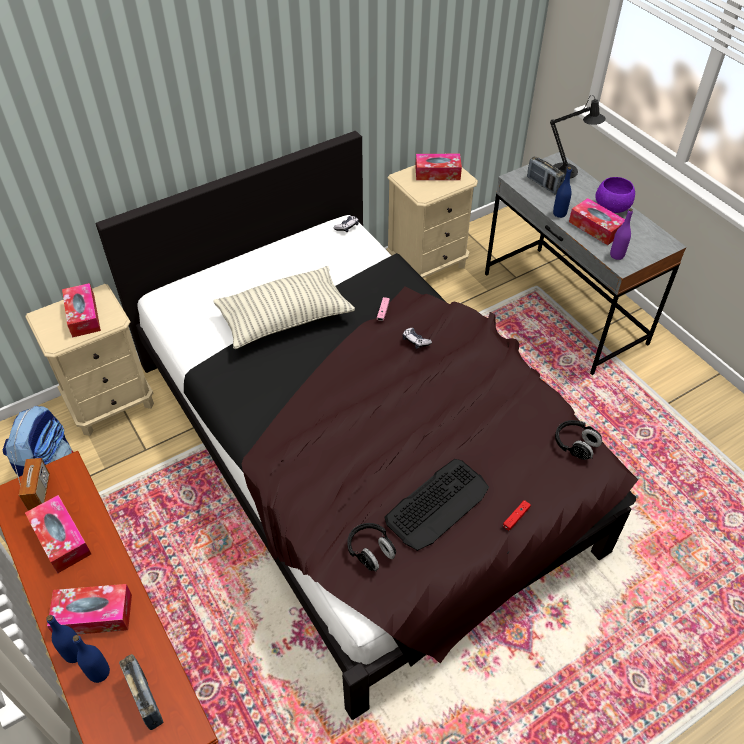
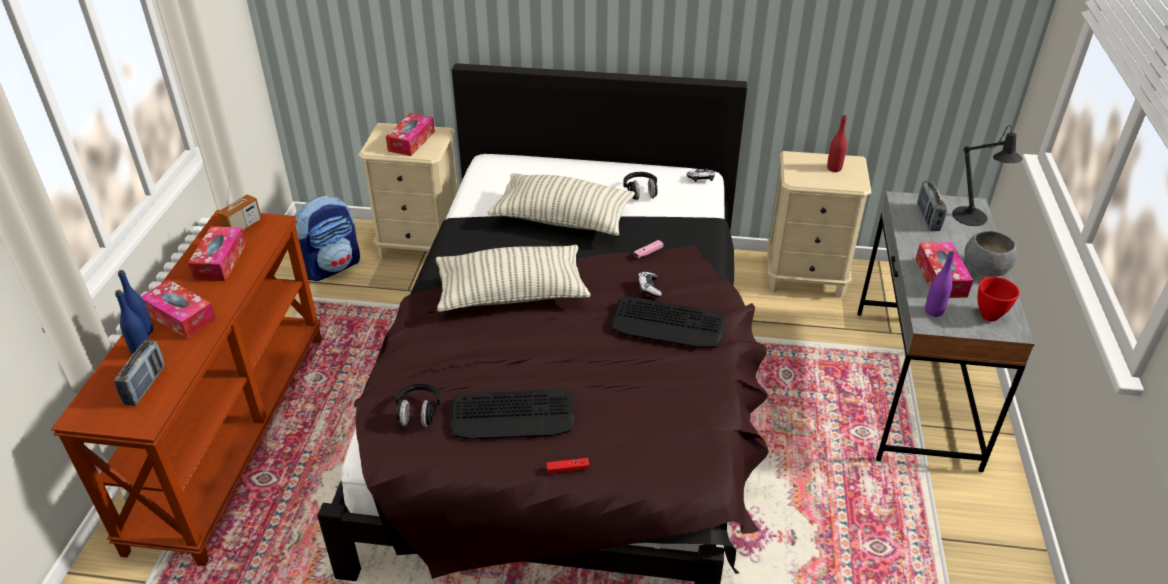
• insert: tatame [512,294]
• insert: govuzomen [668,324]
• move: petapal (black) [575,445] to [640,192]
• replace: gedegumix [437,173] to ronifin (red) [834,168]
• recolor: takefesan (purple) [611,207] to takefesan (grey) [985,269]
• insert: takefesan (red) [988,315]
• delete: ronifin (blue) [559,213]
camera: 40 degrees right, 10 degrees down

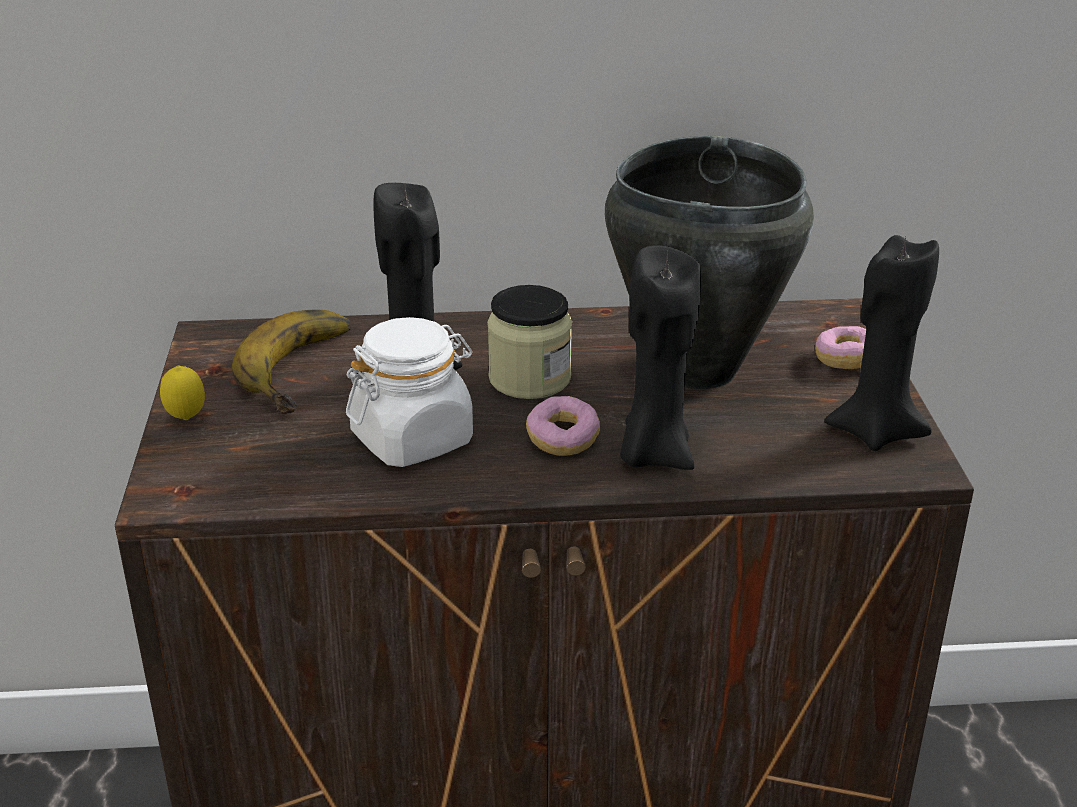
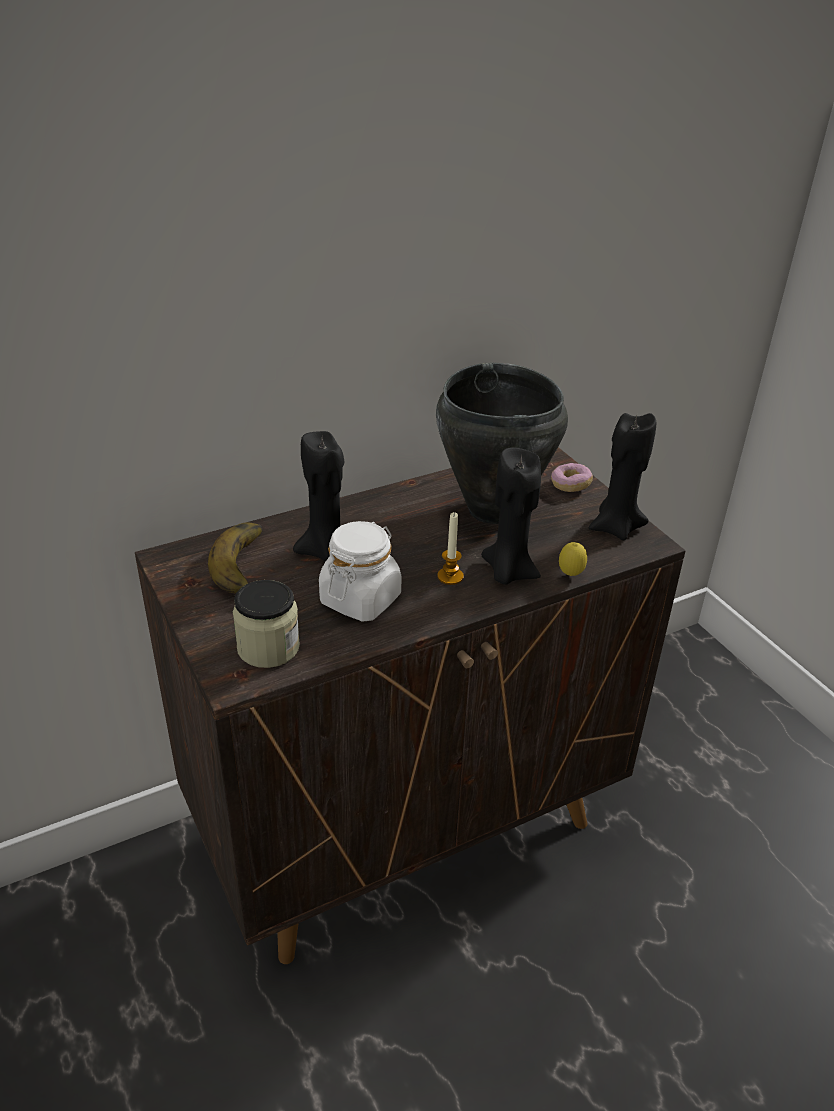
• move: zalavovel [529,379] to [268,647]
• replace: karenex [562,440] to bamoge [450,576]
• move: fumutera [186,419] to [570,575]
camera: 25 degrees left, 5 degrees up

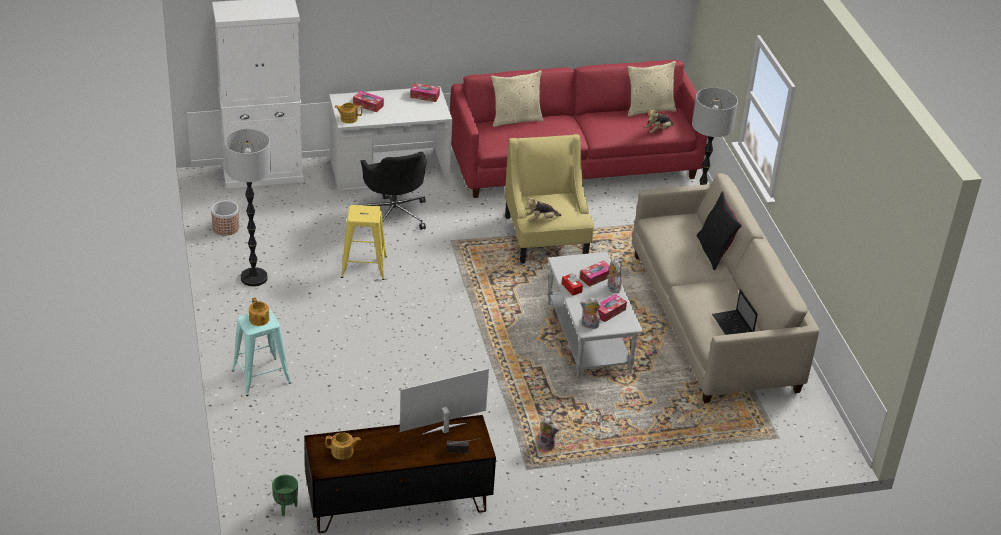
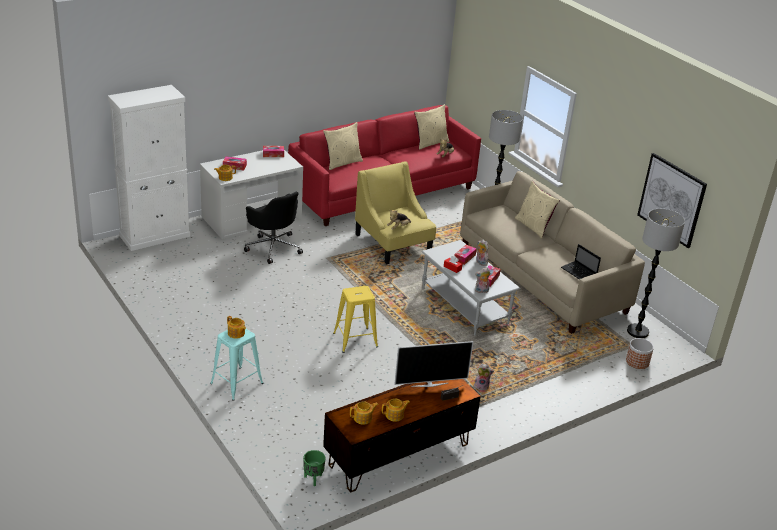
• move: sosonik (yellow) [364,267] to [355,340]
• insert: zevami [395,415]
• rotate: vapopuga [444,429] = [430,384] 150 degrees counterclockwise
• recolor: tatame (black) [714,252] to tatame (beige) [533,227]
• move: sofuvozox [225,228] to [637,362]
• move: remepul [254,278] to [638,331]
• insert: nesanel [671,200]
camera: 20 degrees left, 5 degrees down

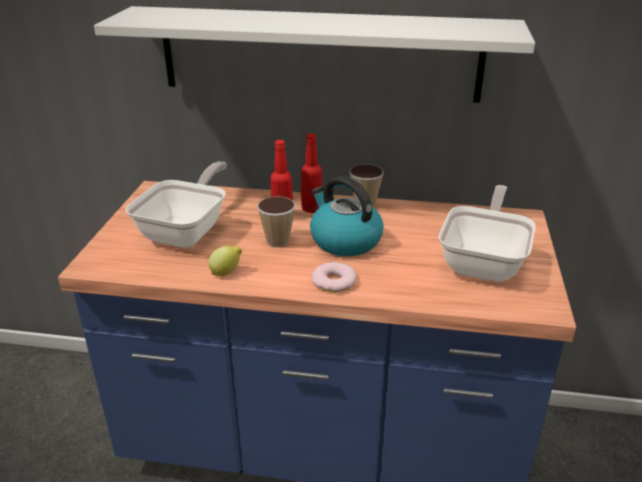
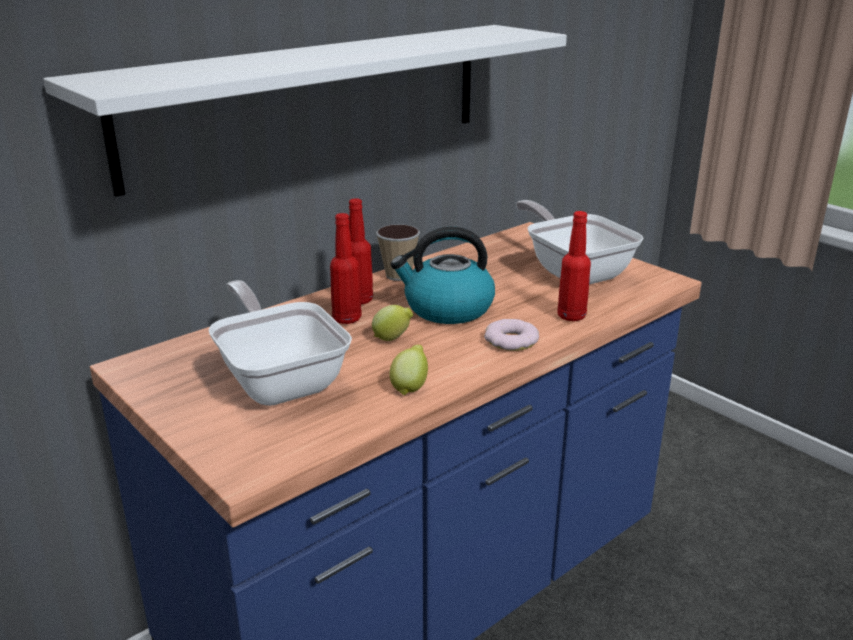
• replace: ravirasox [277,241] to fumutera [393,339]
• insert: ronifin (red) [571,316]
camera: 50 degrees left, 5 degrees down

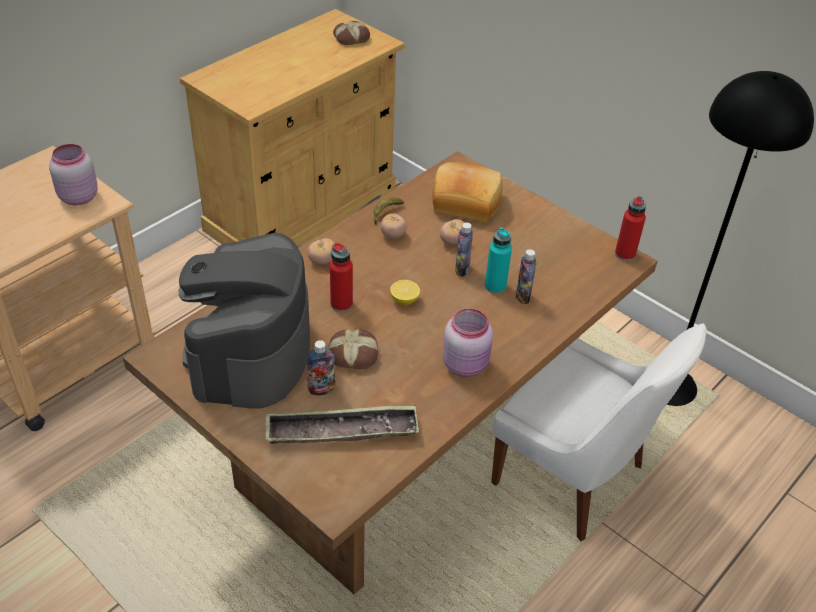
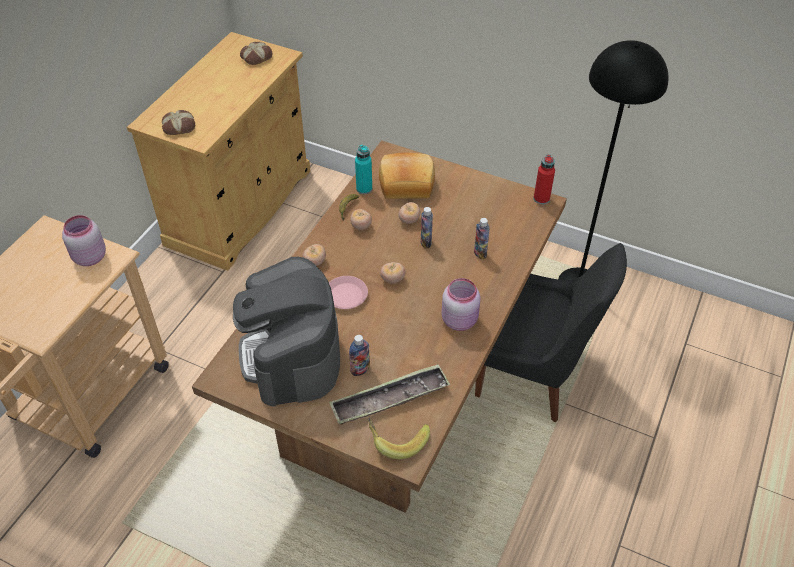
• move: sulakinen [353,353] to [179,126]
• replace: ronifin (red) [341,304] to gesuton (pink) [345,295]
• move: ronifin (turquoise) [495,286] to [364,189]
• insert: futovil [397,439]
• replace: fumutera [404,300] to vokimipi [392,279]
• recolor: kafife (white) [573,478] to kafife (black) [533,375]
camera: 15 degrees left, 5 degrees up

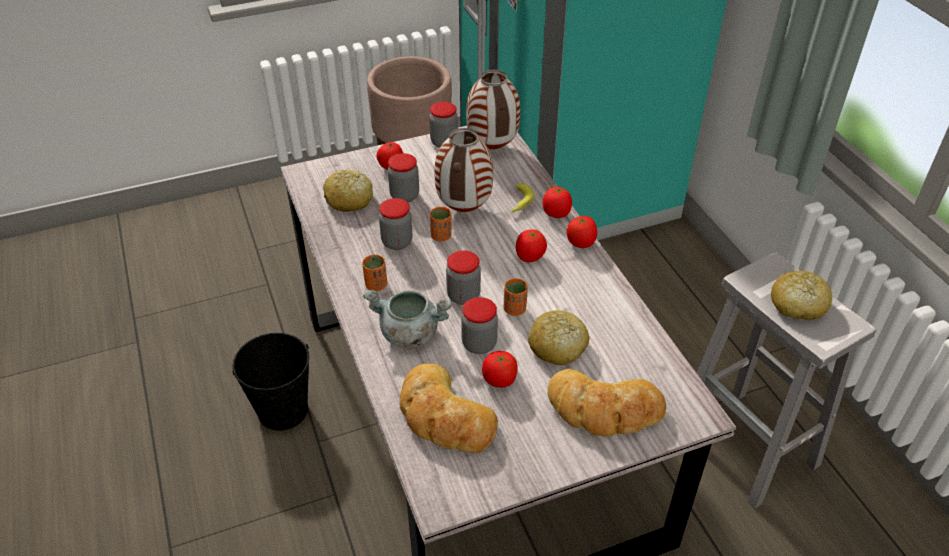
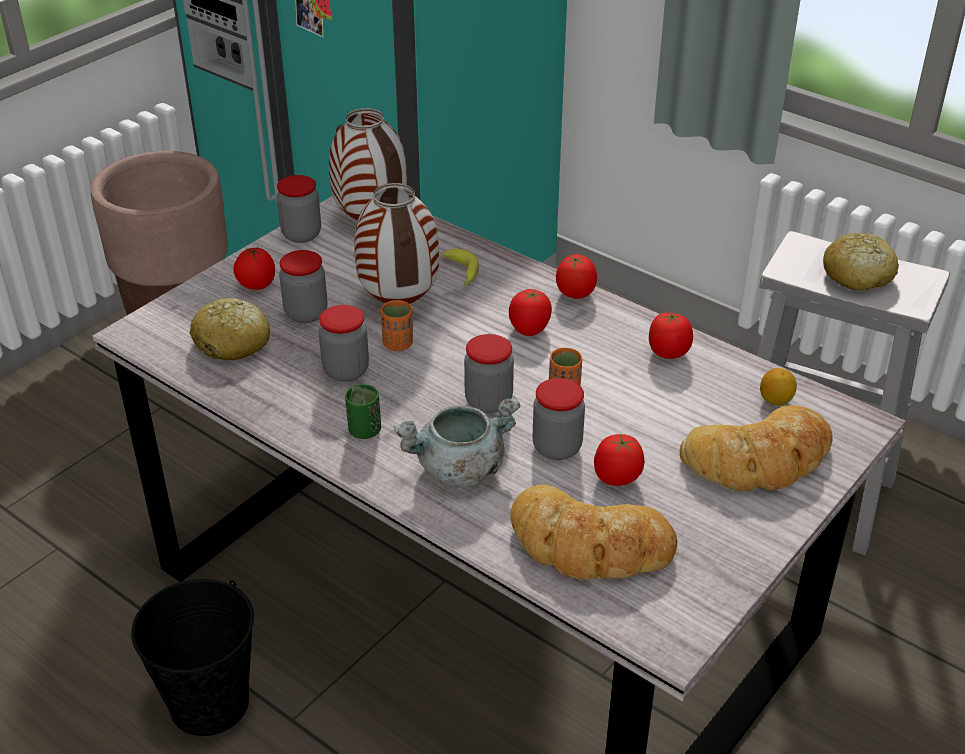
• recolor: ravirasox (orange) [376,285] to ravirasox (green) [364,431]
• move: vokimipi [556,213] to [669,352]
• insert: fumutera [775,400]
• delete: sulakinen [557,346]
camera: 30 degrees left, 5 degrees down

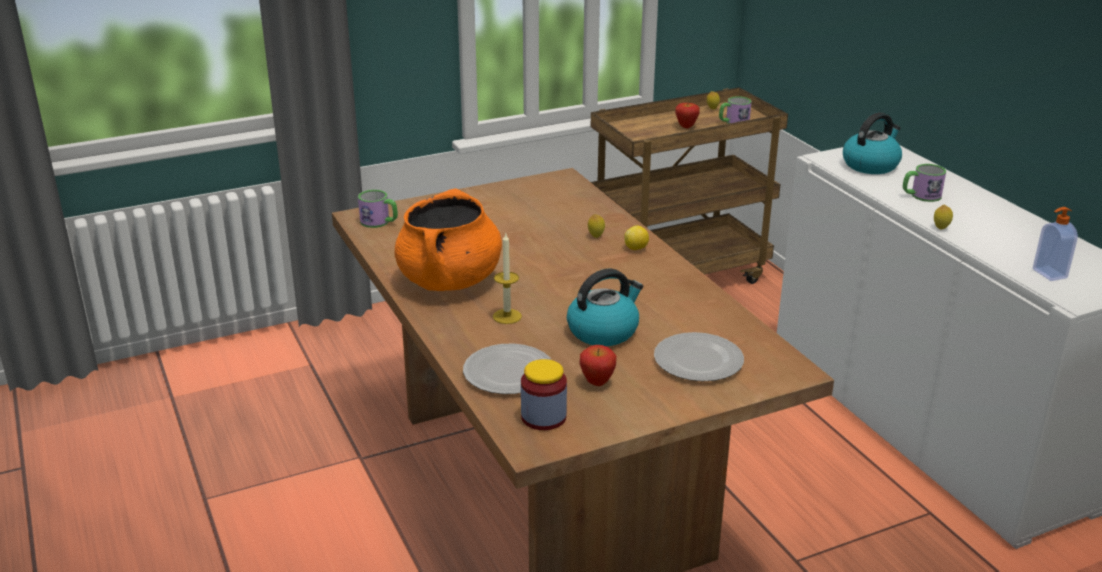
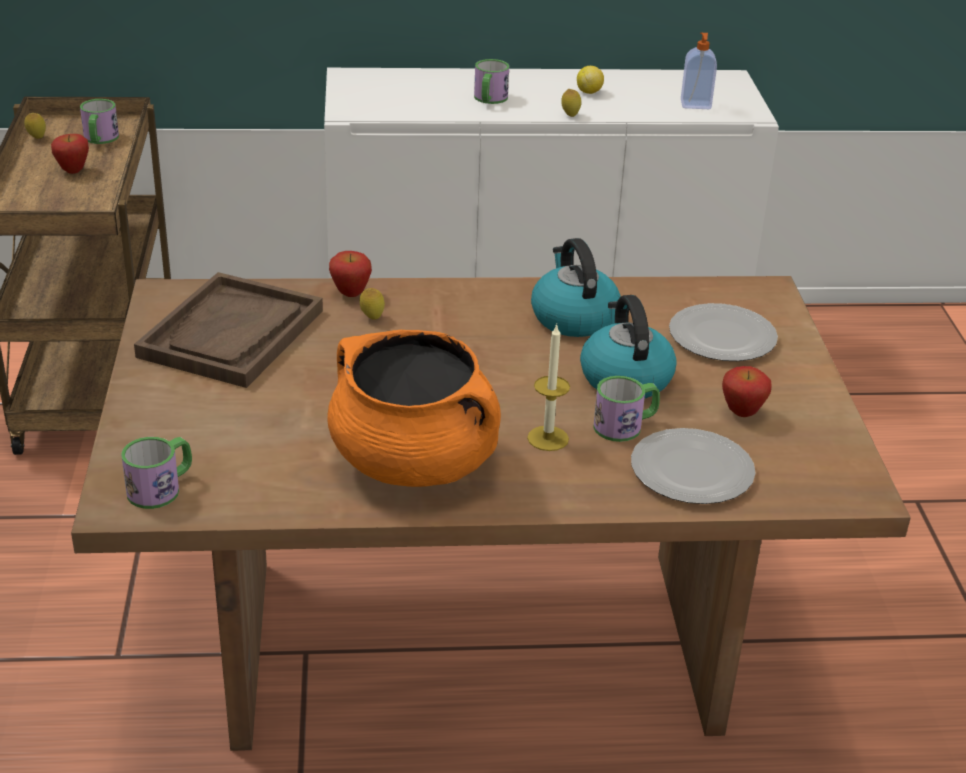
• insert: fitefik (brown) [232,334]
• insert: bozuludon [350,294]
• move: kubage [870,165] to [573,317]
• move: fumutera [636,248] to [589,92]
• insert: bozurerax [625,425]
• delete: zalavovel [543,417]
camera: 70 degrees left, 5 degrees up

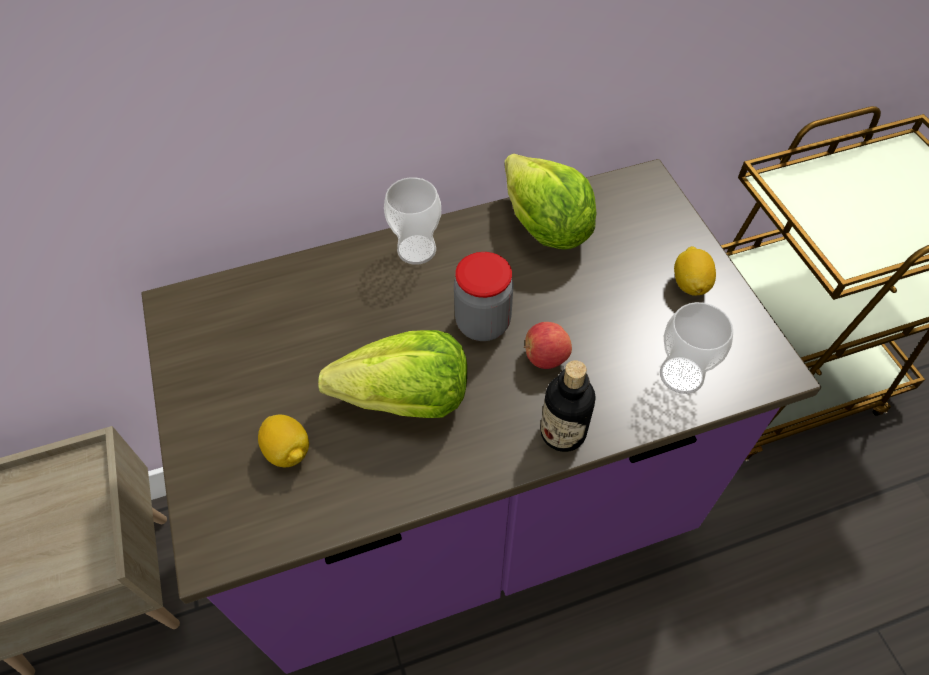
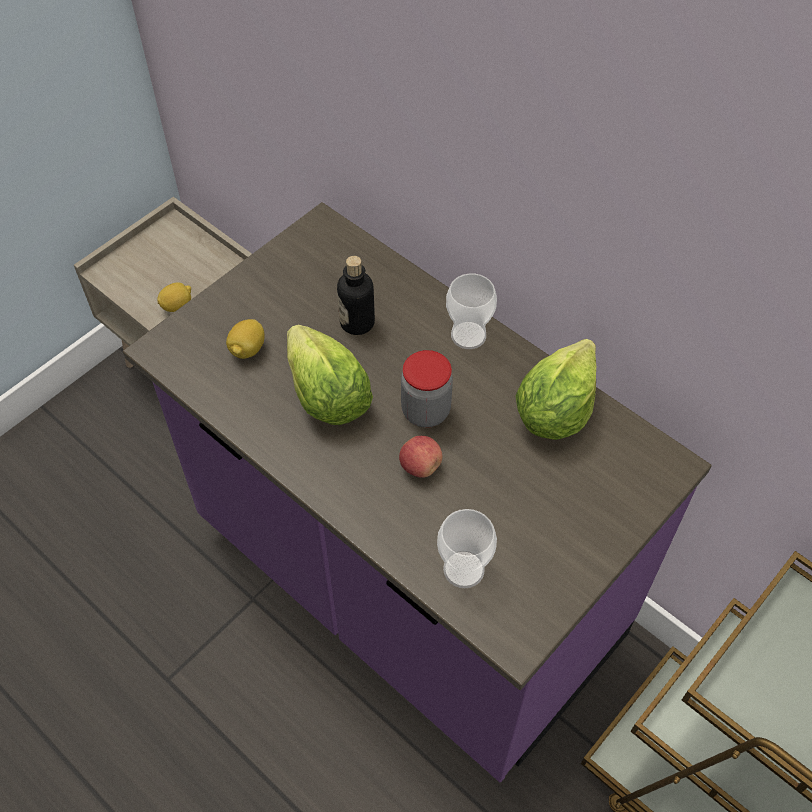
• move: fumutera [690,284] to [177,305]
• move: ronifin [563,432] to [357,323]
camera: 60 degrees right, 0 degrees up

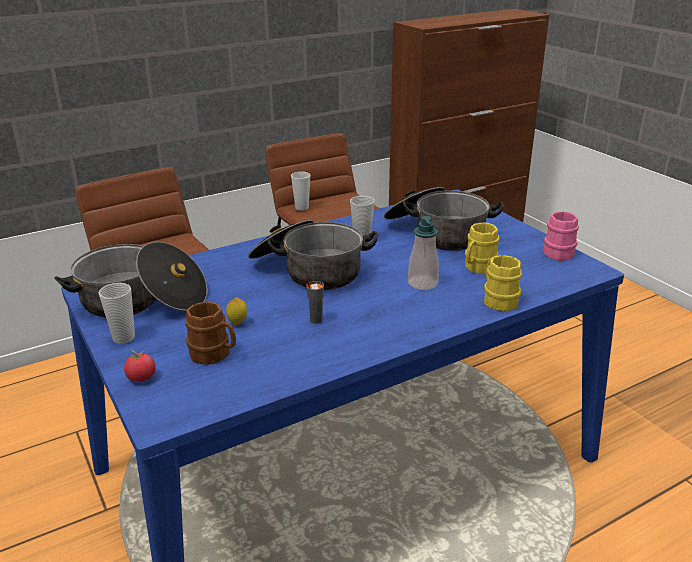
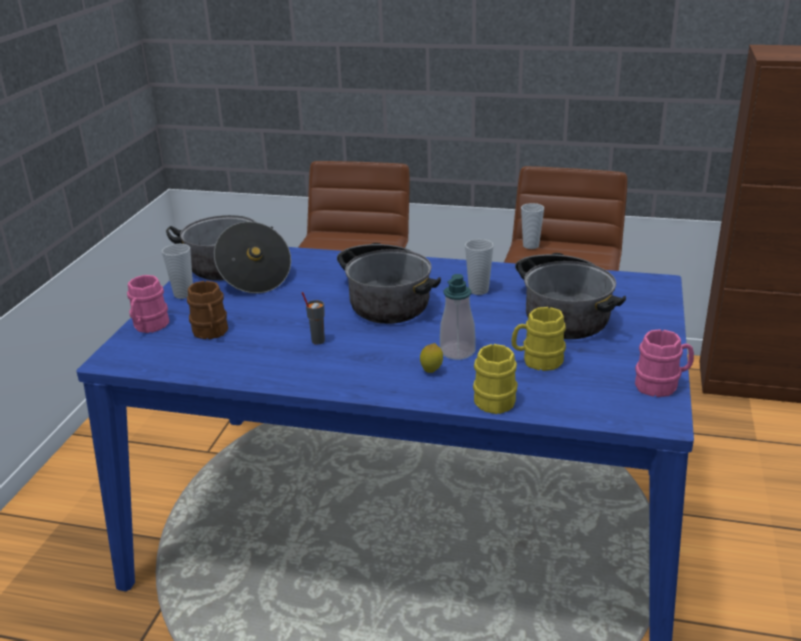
• replace: vokimipi [141,378] to bozurerax (pink) [148,326]
• move: fumutera [238,323] to [431,371]
camera: 45 degrees right, 0 degrees up

